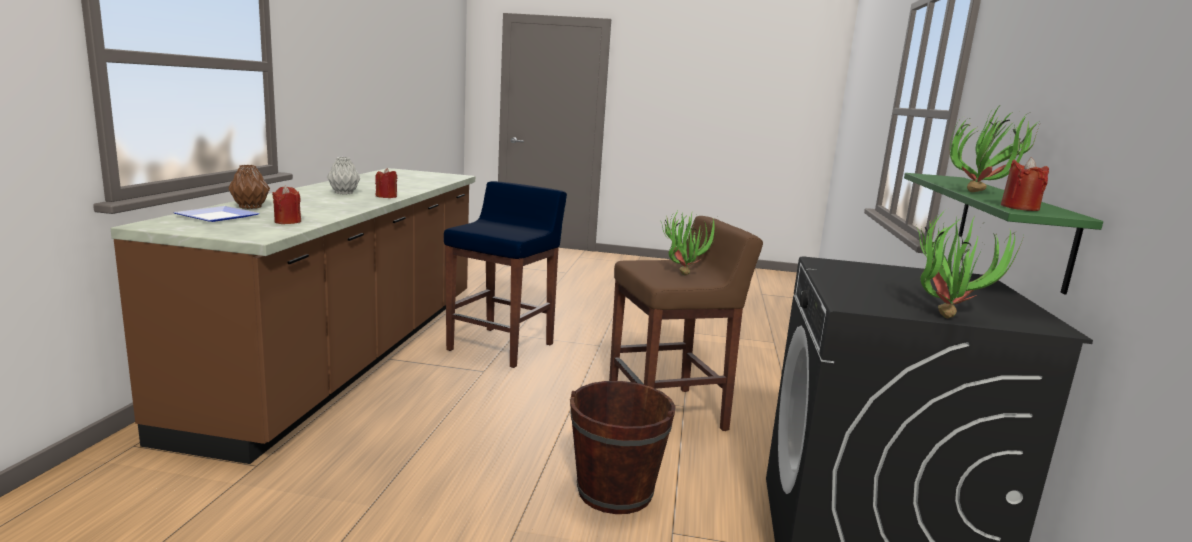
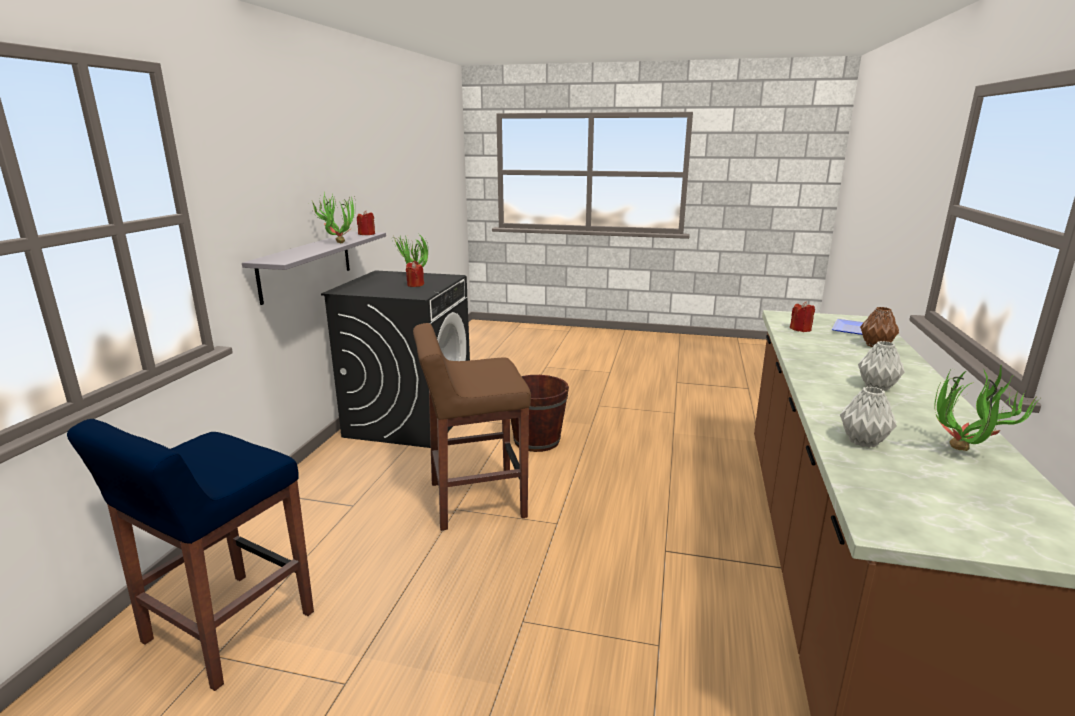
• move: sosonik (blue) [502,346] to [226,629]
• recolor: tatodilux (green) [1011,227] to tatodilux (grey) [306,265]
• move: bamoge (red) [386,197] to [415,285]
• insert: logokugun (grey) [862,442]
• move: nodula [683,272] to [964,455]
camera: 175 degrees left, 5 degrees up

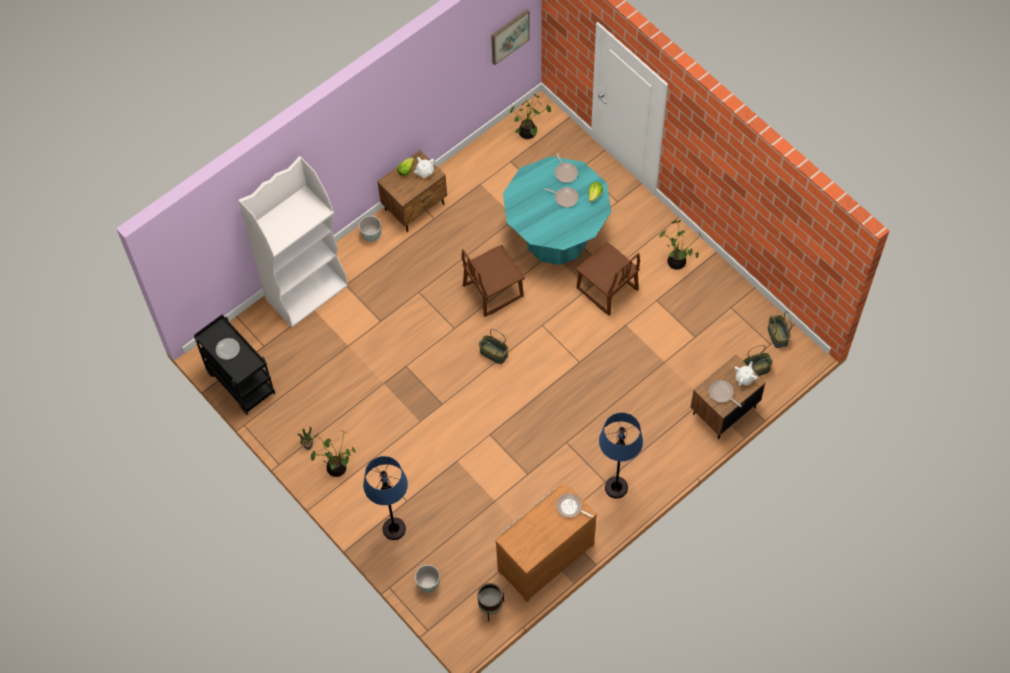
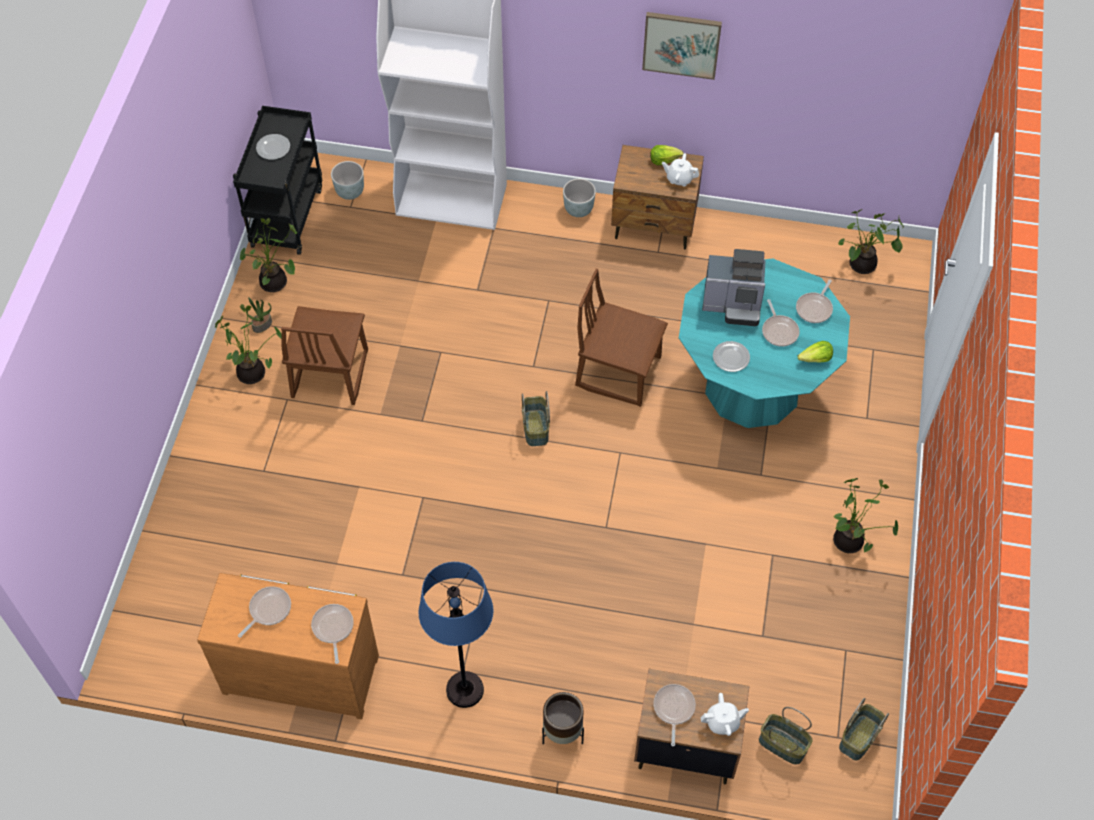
• insert: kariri [268,610]
• insert: nodula [276,283]
• move: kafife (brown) [606,289] to [329,374]
• move: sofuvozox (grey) [428,584] to [349,191]
• move: sofuvozox (brown) [491,607] to [562,733]
• move: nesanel [509,36] to [681,44]
• insert: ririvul [733,305]
• insert: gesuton [731,357]
• delete: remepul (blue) [393,529]
camera: 50 degrees right, 5 degrees down

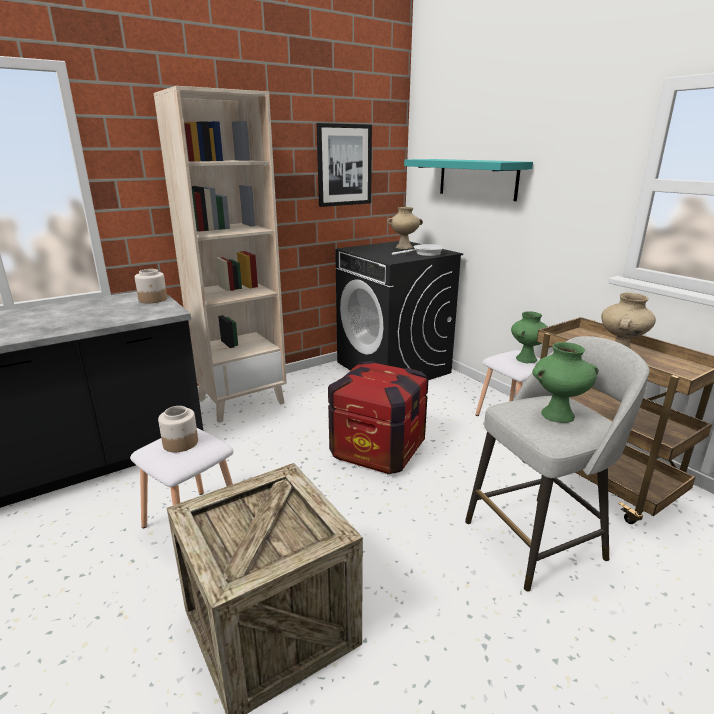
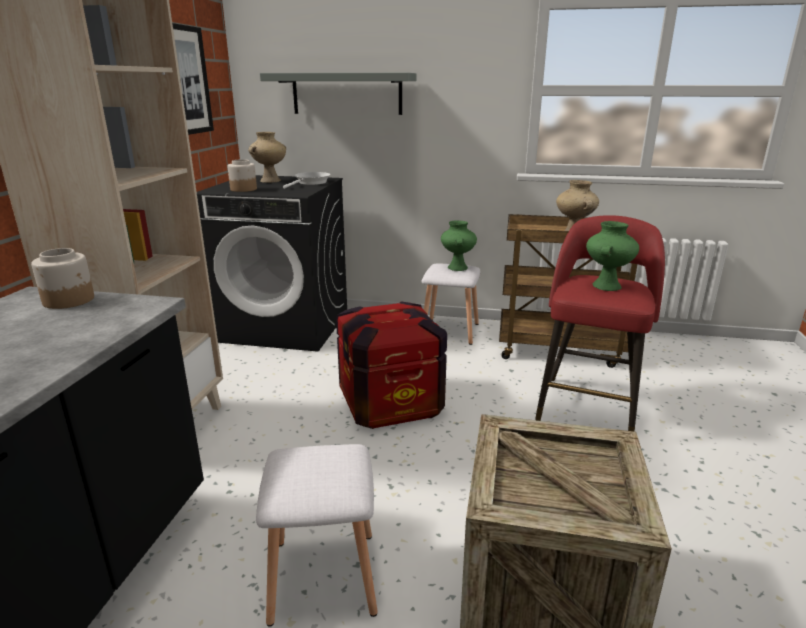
• move: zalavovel [180,443] to [243,189]
• recolor: tatodilux (turquoise) [477,178] to tatodilux (grey) [347,94]
• recolor: sosonik (grey) [537,539] to sosonik (red) [588,405]
camera: 45 degrees left, 0 degrees up

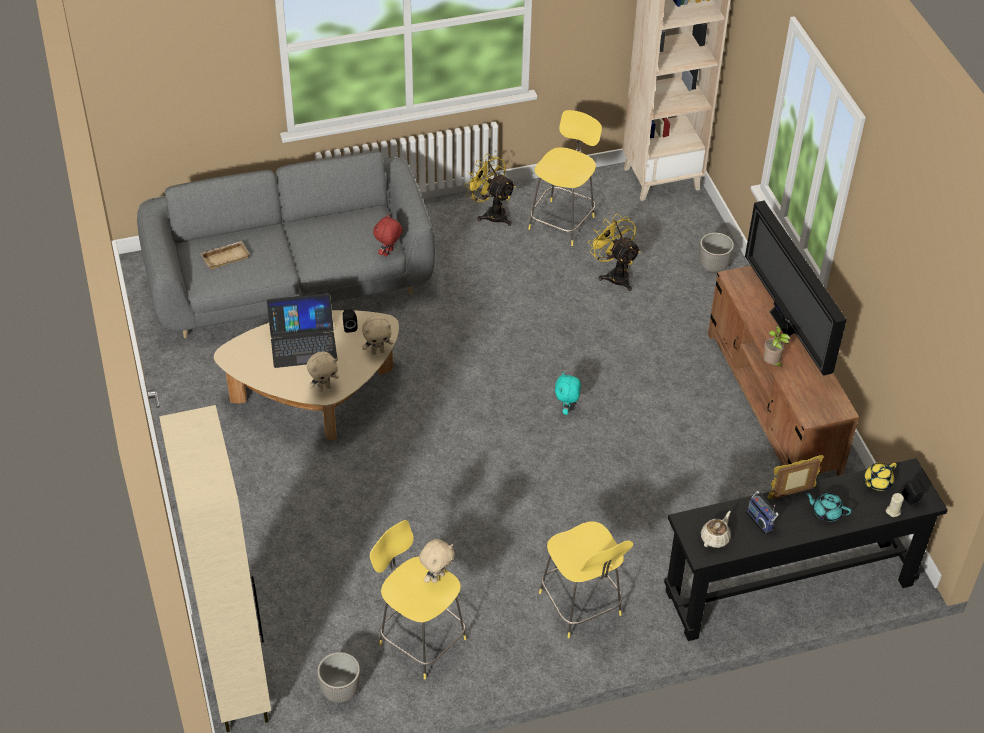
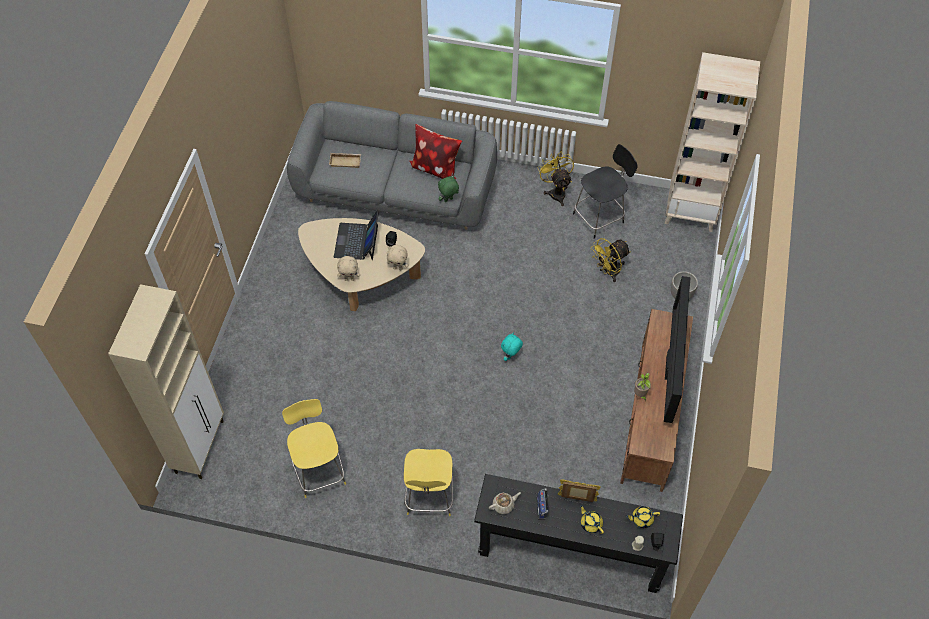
• rotate: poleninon [303,343] = [357,241] 75 degrees clockwise
• insert: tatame [435,167]
• recolor: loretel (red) [388,253] to loretel (green) [448,200]
• recolor: sosonik (yellow) [562,221] to sosonik (black) [600,217]
• recolor: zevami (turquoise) [826,512] to zevami (yellow) [590,523]
• rotate: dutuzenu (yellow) [614,274] = [608,272] 120 degrees counterclockwise
• delete: sofuvozox [339,691]
• delete: loretel (beige) [437,577]
camera: 30 degrees right, 10 degrees up

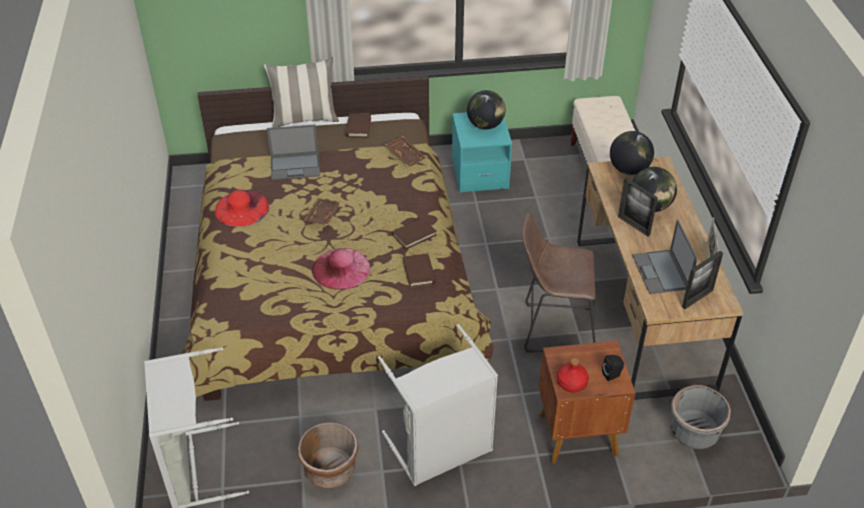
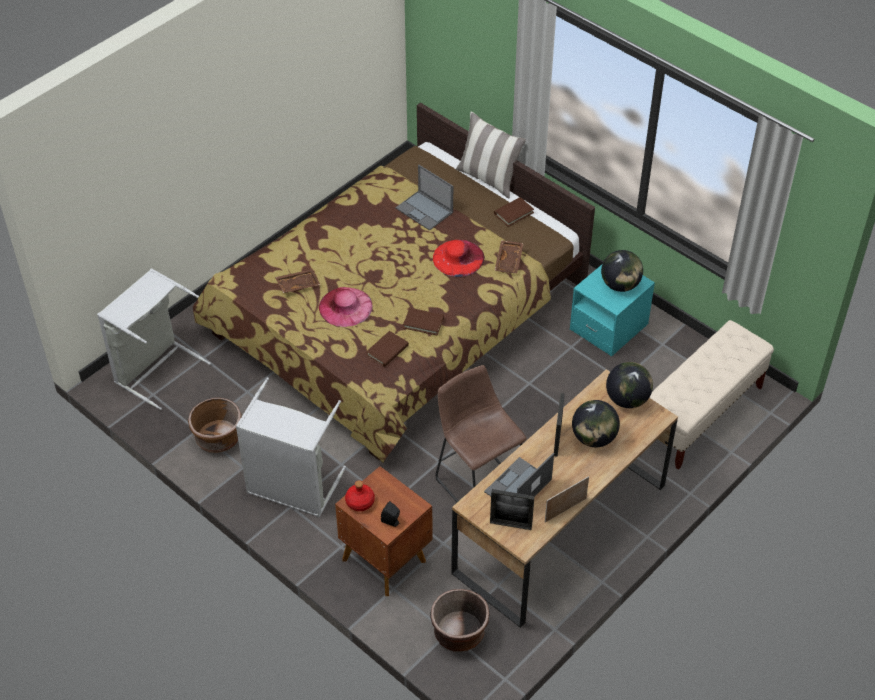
• move: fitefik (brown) [322,216] to [297,284]
• recolor: sofuvozox (grey) [694,431] to sofuvozox (brown) [459,633]
• move: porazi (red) [242,208] to [458,258]
camera: 50 degrees right, 5 degrees up

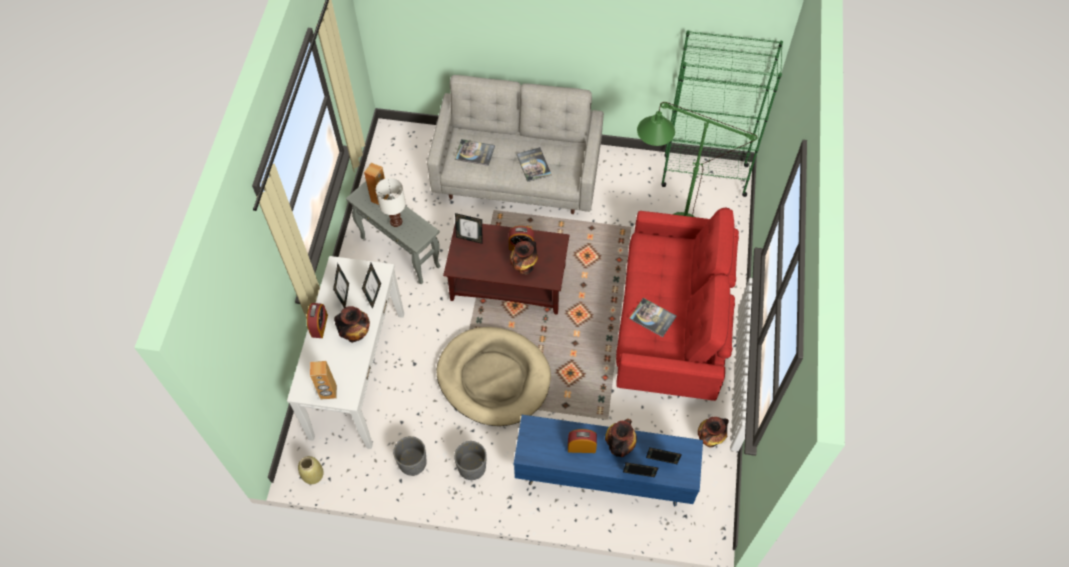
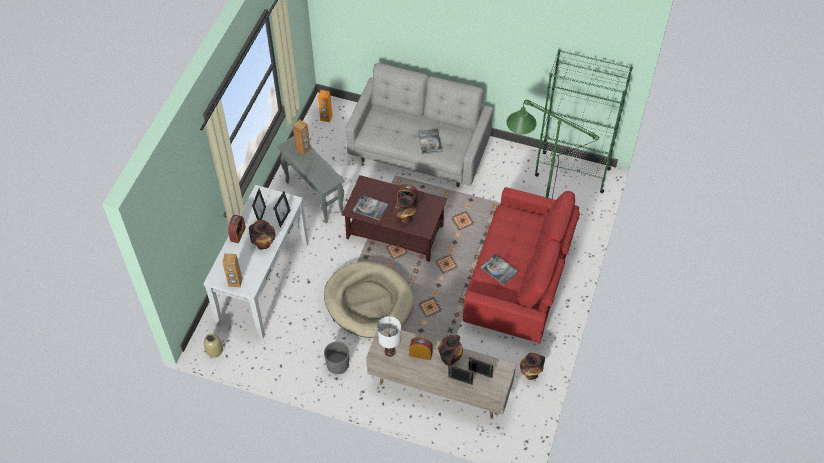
• insert: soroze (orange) [326,118]
• move: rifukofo [474,153] to [370,208]
• recolor: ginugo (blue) [604,478] to ginugo (beige) [439,389]
• move: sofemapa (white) [396,222] to [389,352]
• delete: sofuvozox (grey) [412,463]
• delete: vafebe [469,238]
camera: 10 degrees right, 5 degrees down

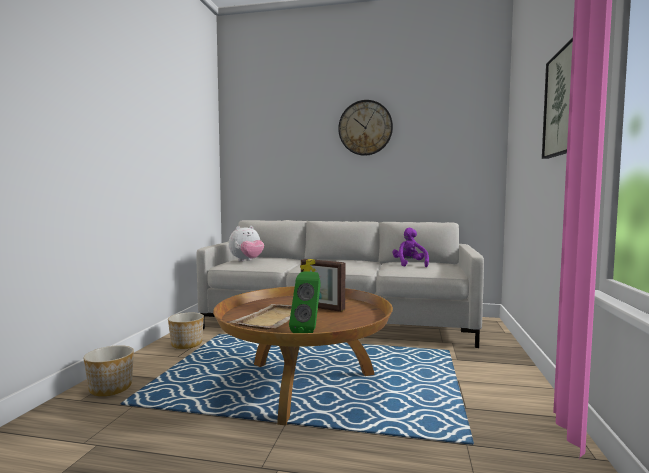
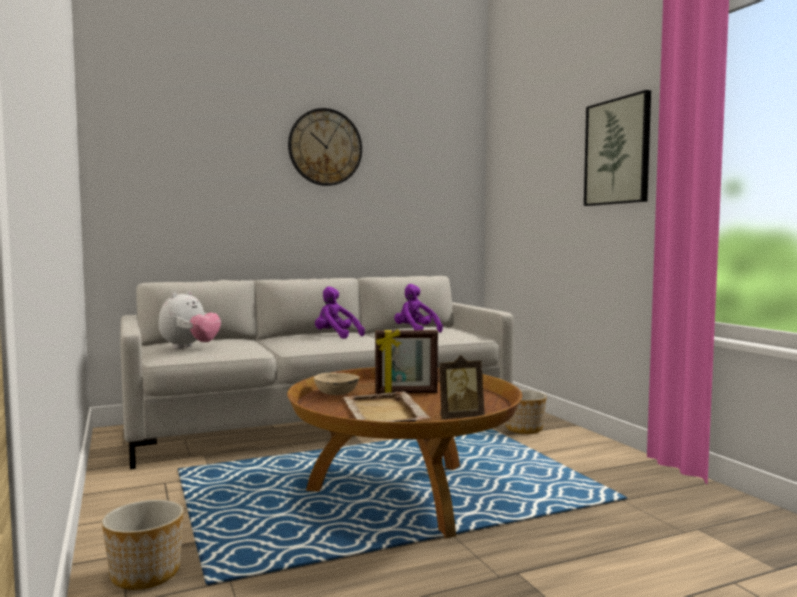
• insert: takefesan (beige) [336,393]
• insert: loretel (purple) [336,336]
• replace: soroze (green) [308,332] to vafebe [459,417]
• move: sofuvozox [187,344] to [523,429]
camera: 35 degrees left, 0 degrees up

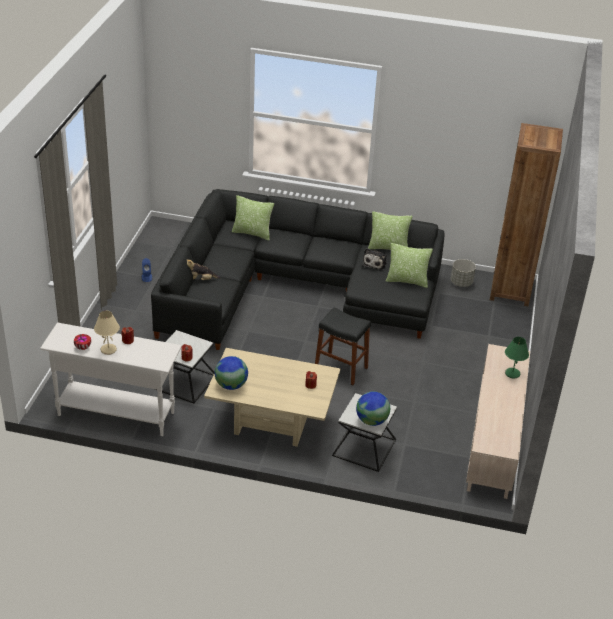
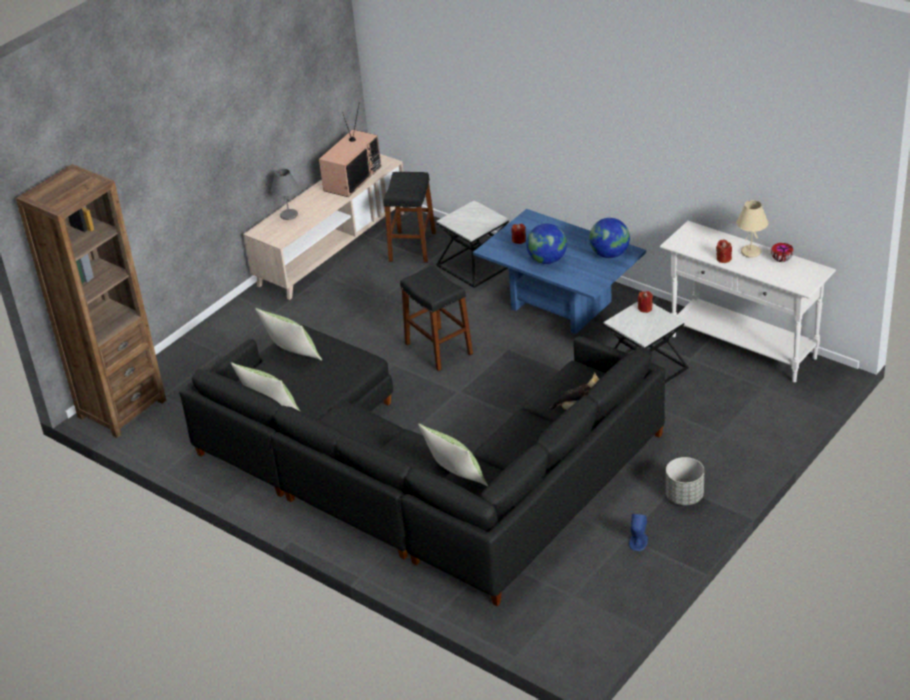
• recolor: sofemapa (green) [512,373] to sofemapa (grey) [289,215]
• insert: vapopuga [351,178]
• insert: sosonik (black) [412,247]
• recolor: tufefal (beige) [272,422] to tufefal (blue) [561,305]
• move: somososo [371,421] to [547,260]
• move: sofuvozox (grey) [461,282] to [684,496]
• delete: loretel [375,263]
camera: 150 degrees left, 0 degrees up

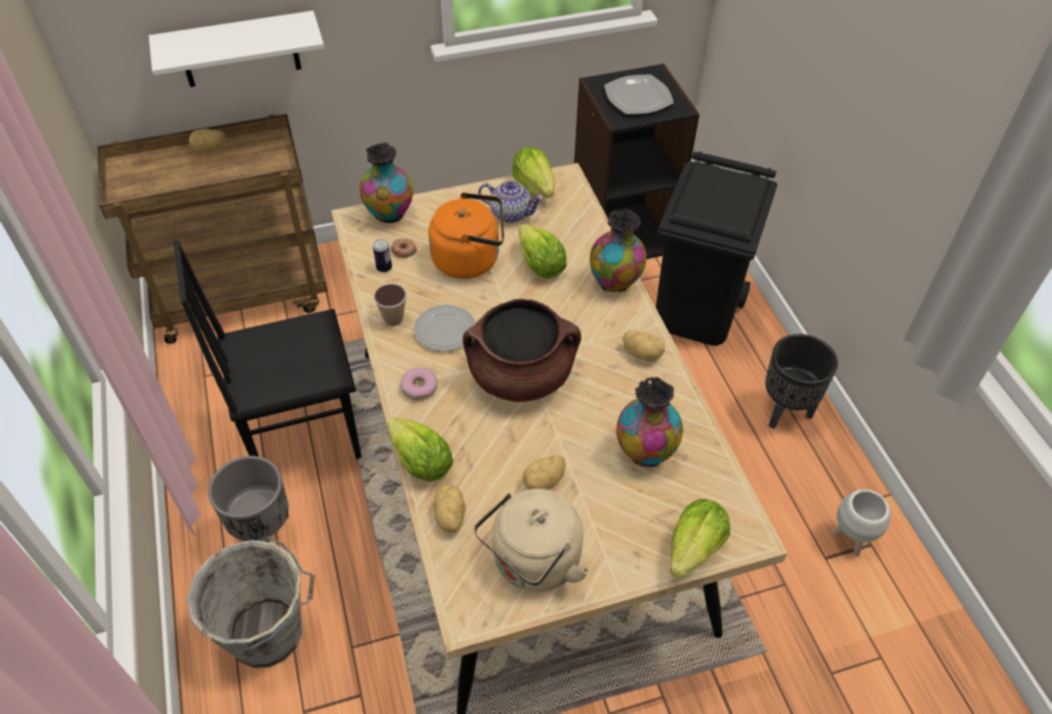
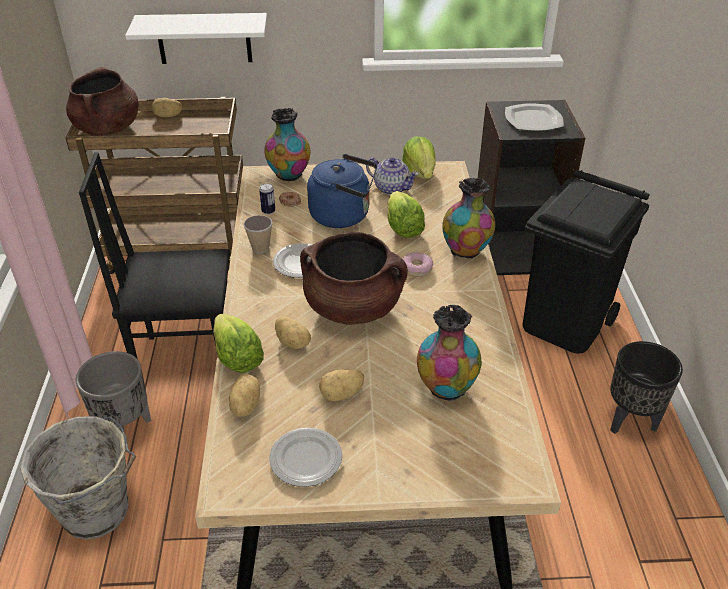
• insert: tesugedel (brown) [108,128]
• replace: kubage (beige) [533,563] to gesuton [305,459]
• move: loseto [642,353] to [293,342]
• recolor: kubage (orange) [470,259] to kubage (blue) [343,215]
• move: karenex [419,387] to [416,268]
• delete: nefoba [694,548]
• delete: sofuvozox (white) [850,540]
camera: 15 degrees right, 10 degrees down

